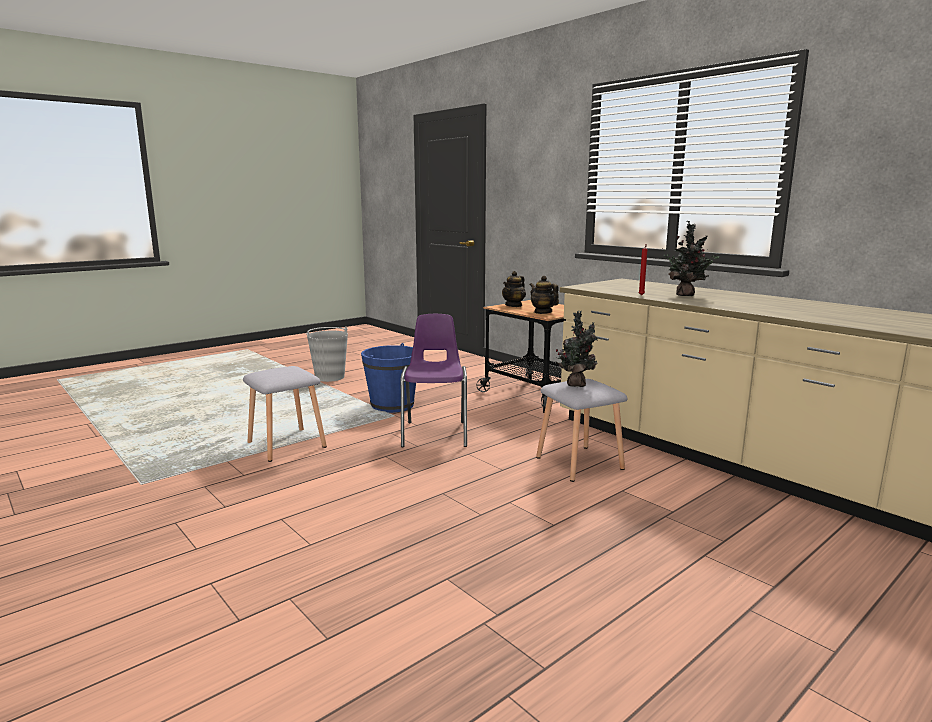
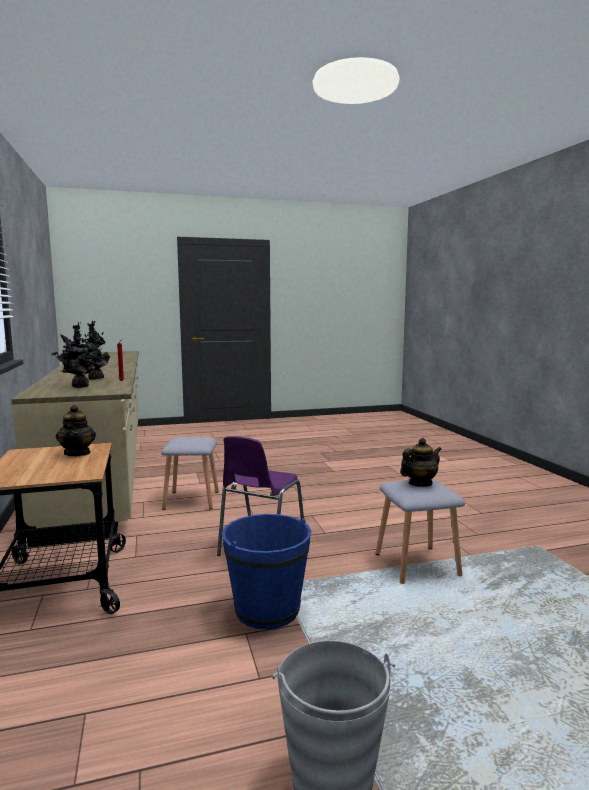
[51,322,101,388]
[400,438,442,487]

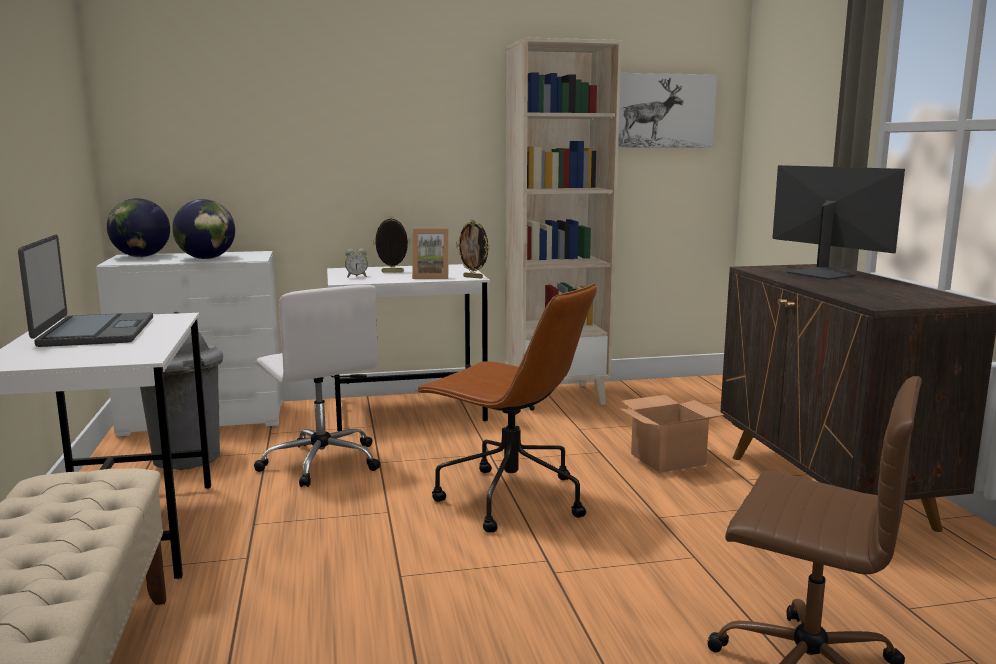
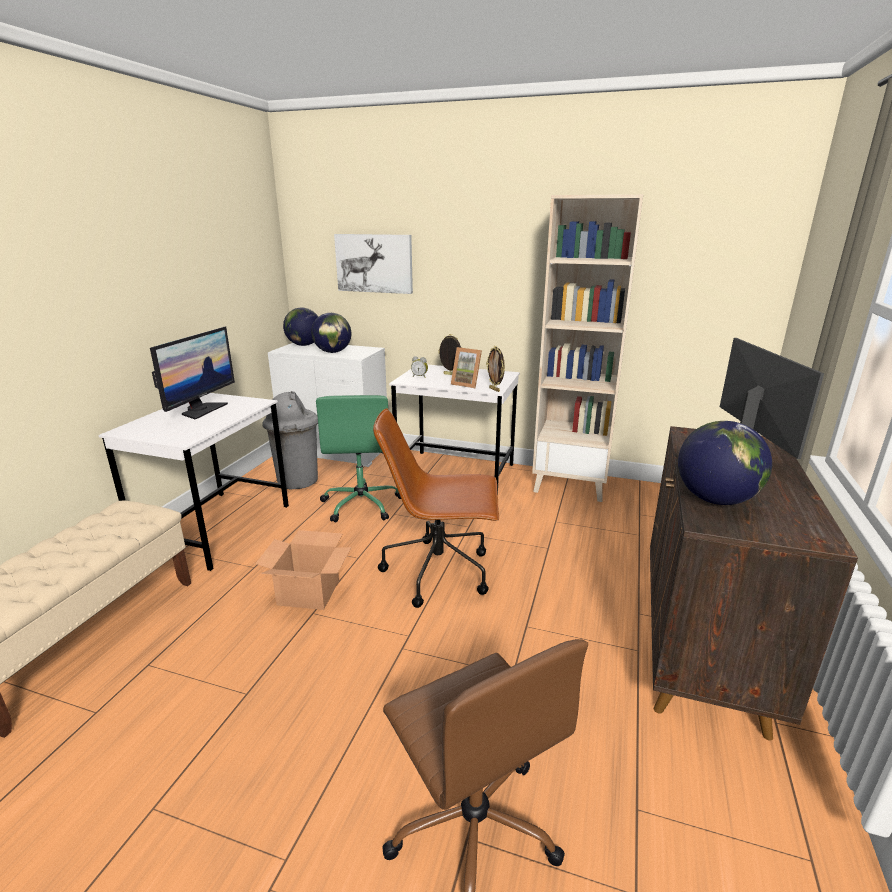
[150,327,235,420]
[255,530,351,610]
[316,395,401,522]
[334,234,413,294]
[373,408,499,608]
[678,421,772,505]

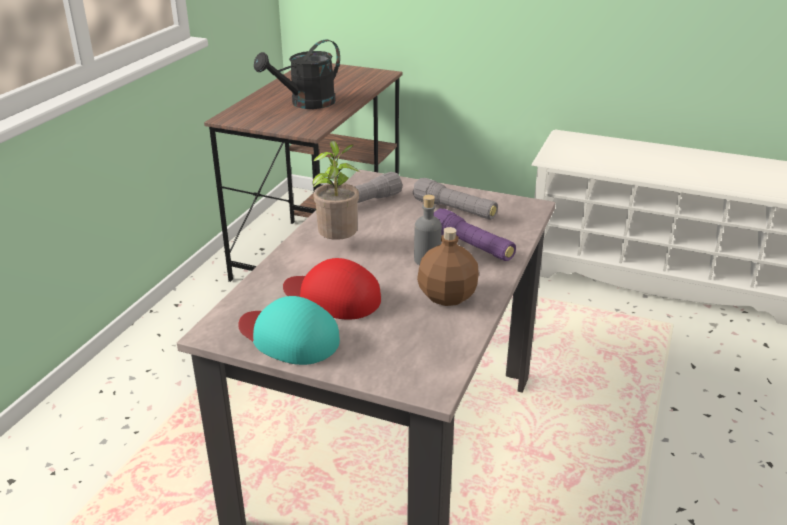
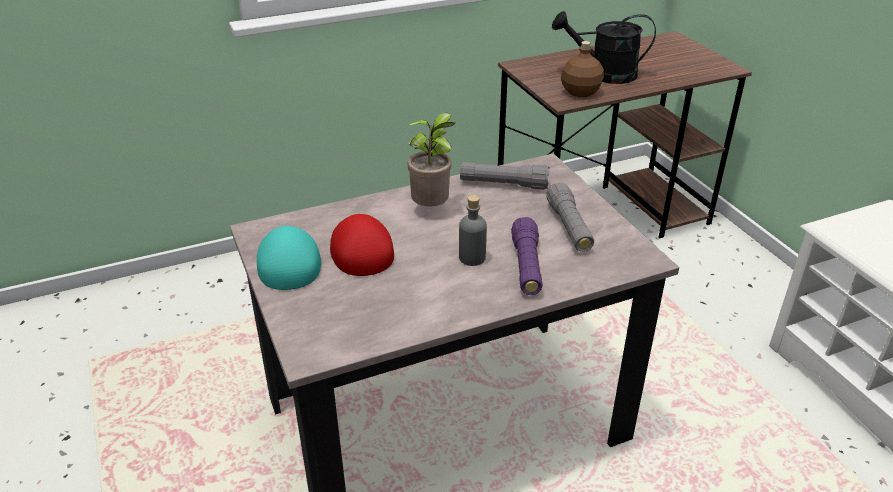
[561,41,604,97]

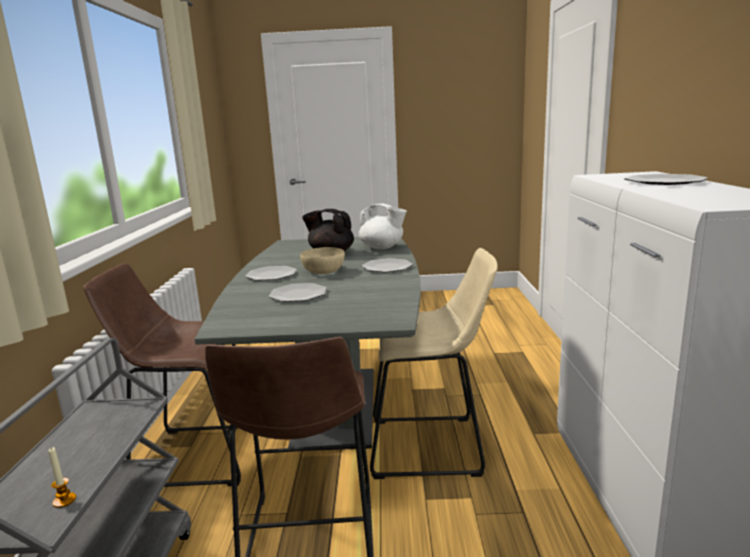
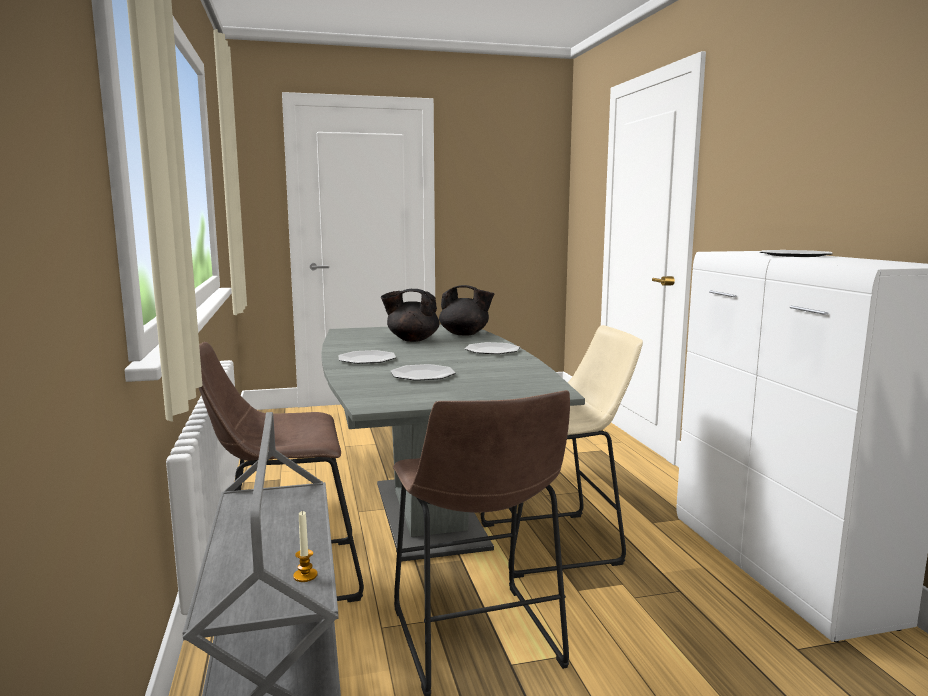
[439,285,495,336]
[300,247,345,274] (first image)

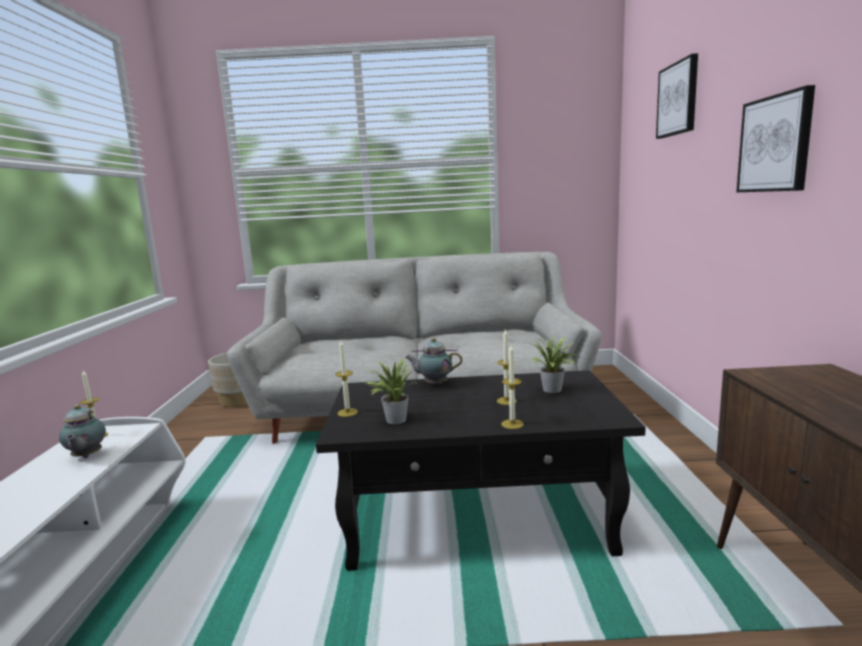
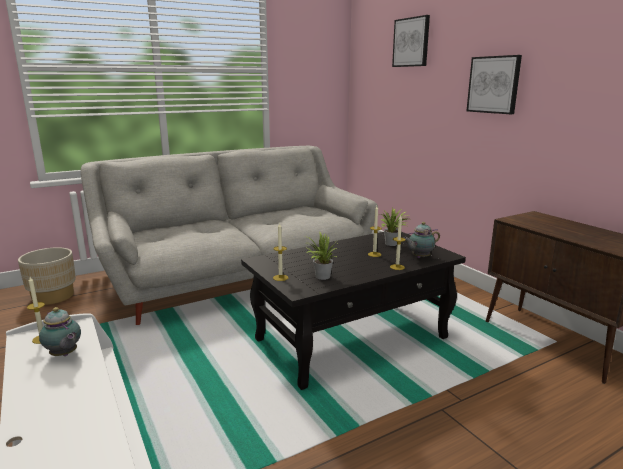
[403,222,440,258]

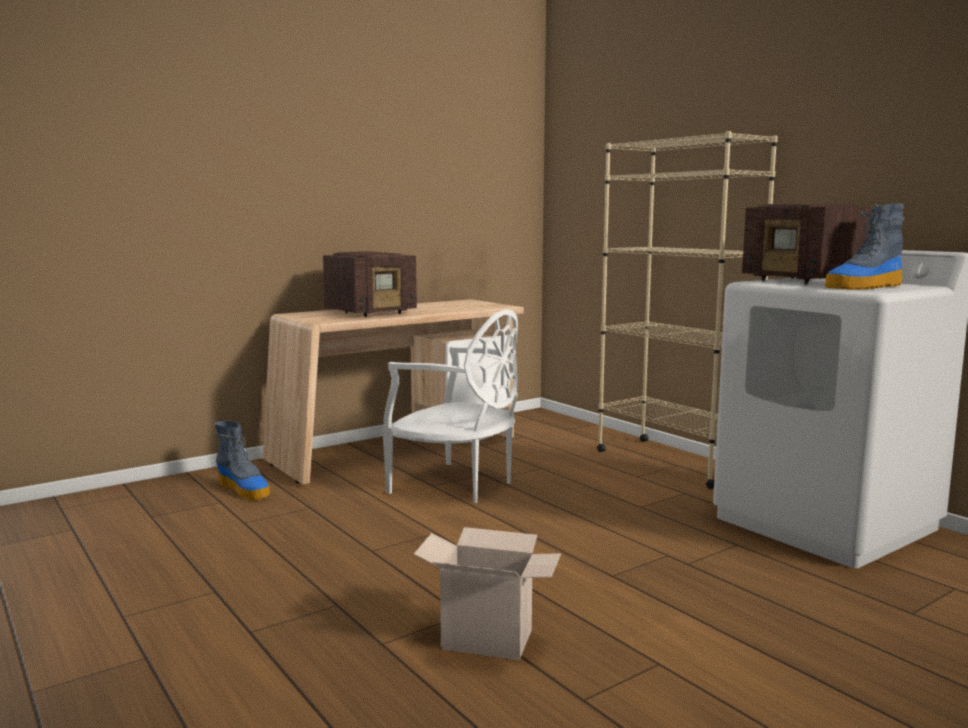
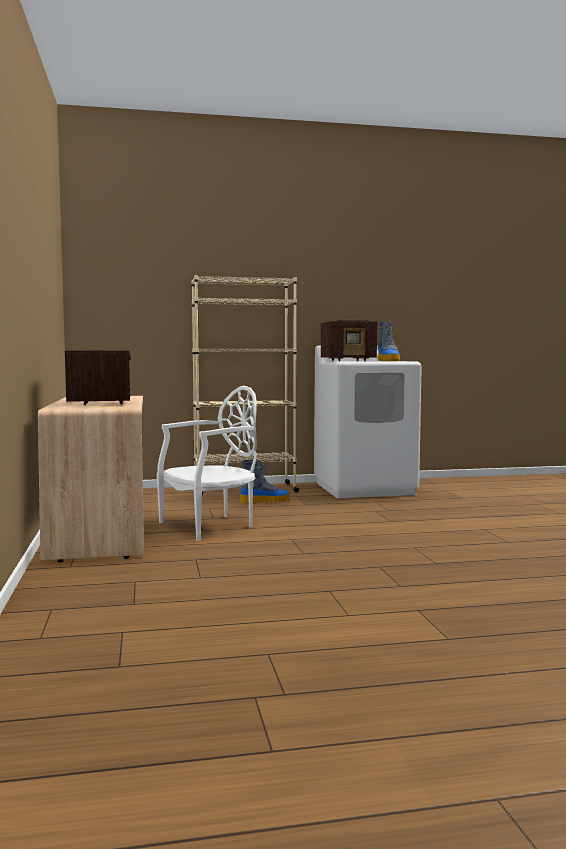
[240,459,290,504]
[414,527,561,660] (first image)

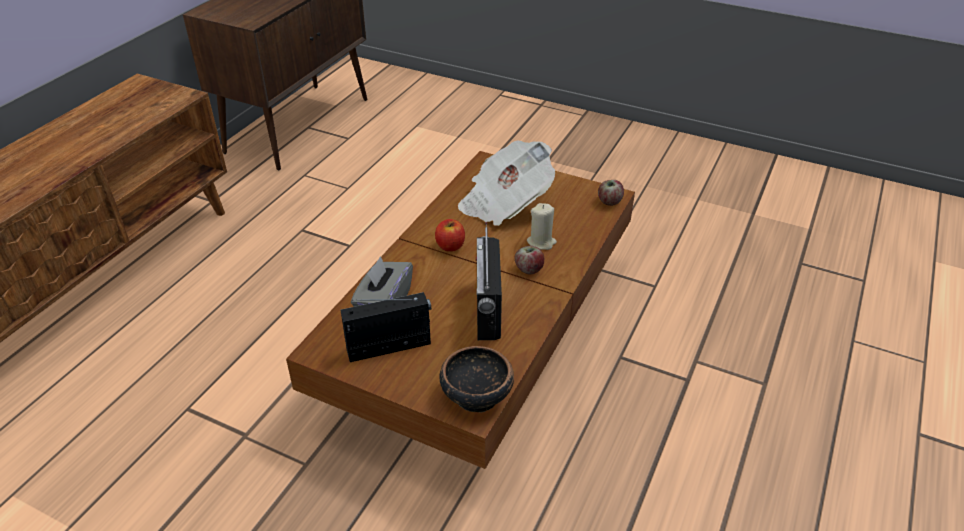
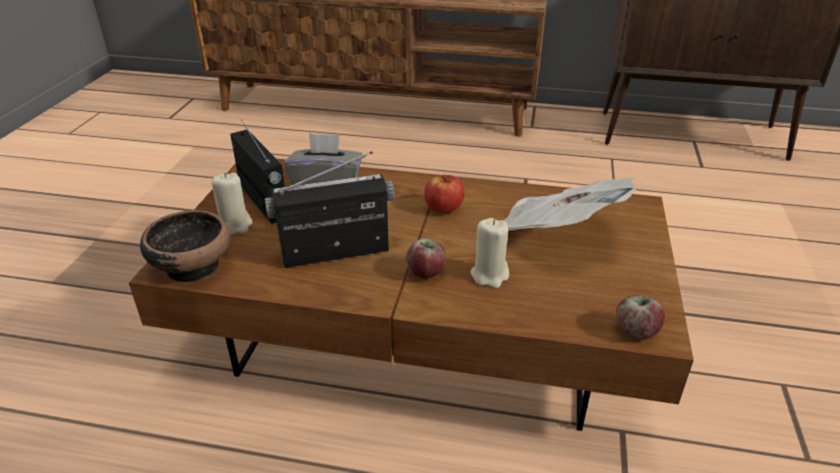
[211,172,252,235]

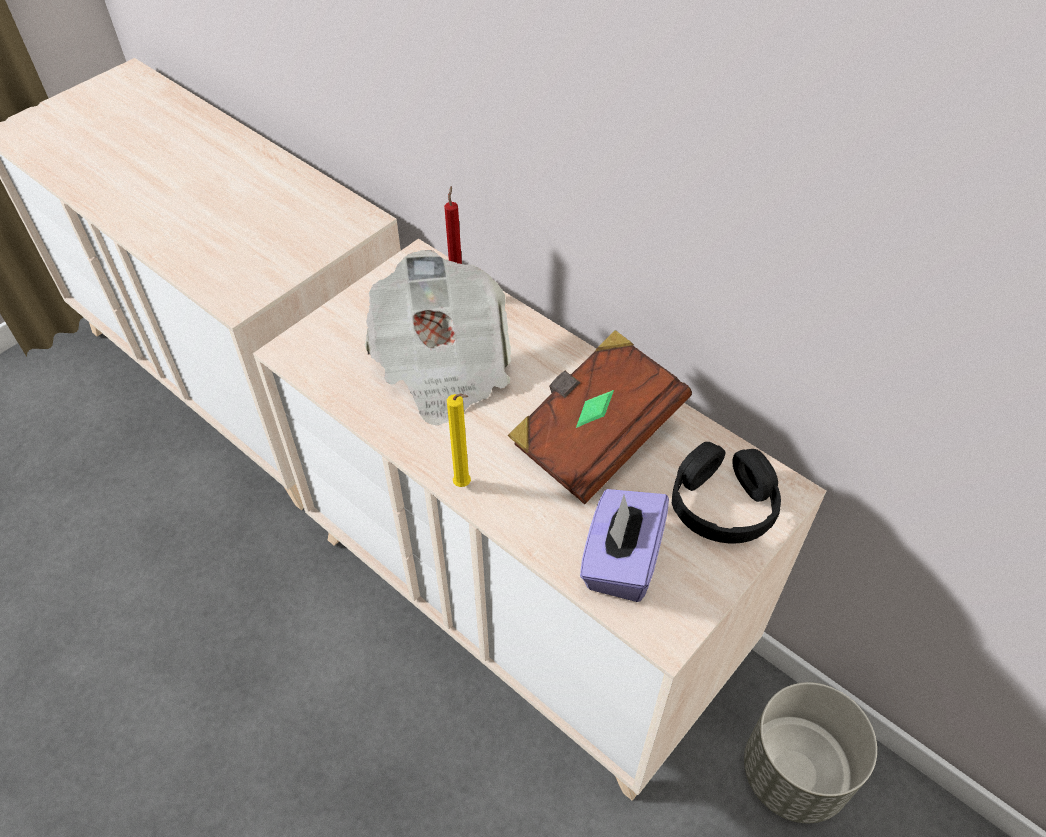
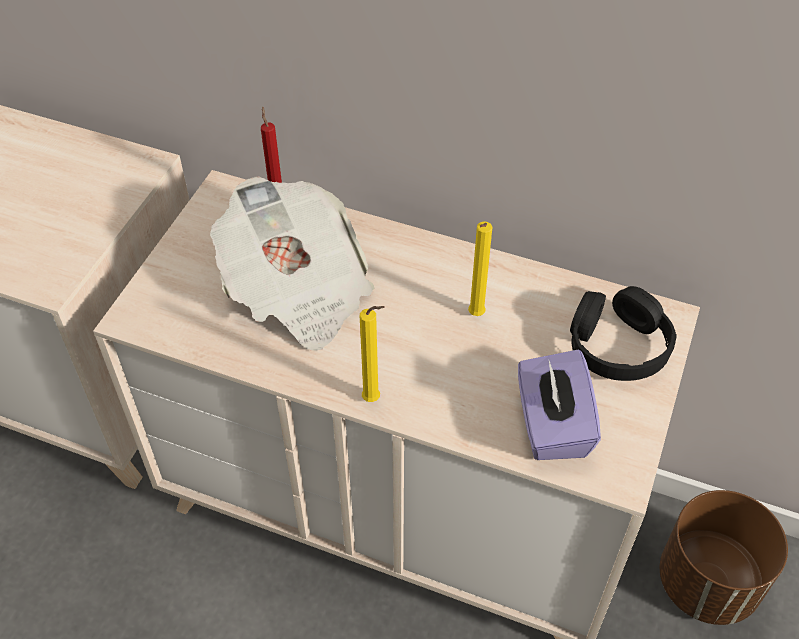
[468,222,492,316]
[660,490,788,625]

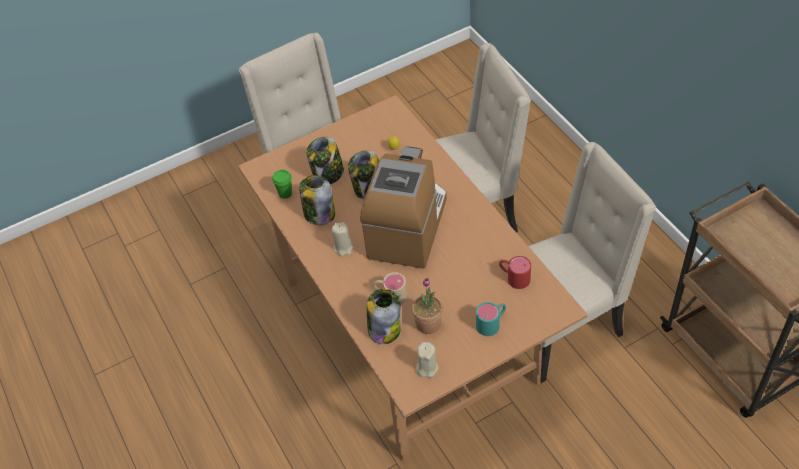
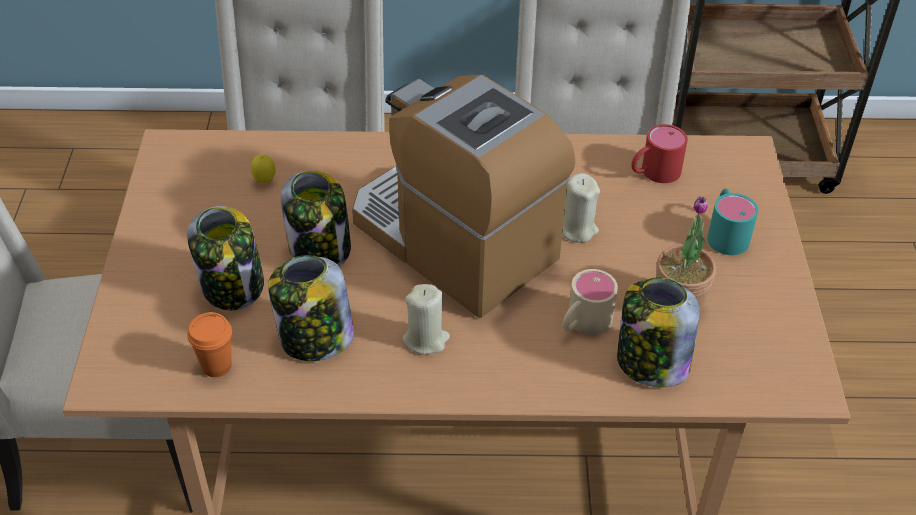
[187,312,232,377]
[562,173,600,243]

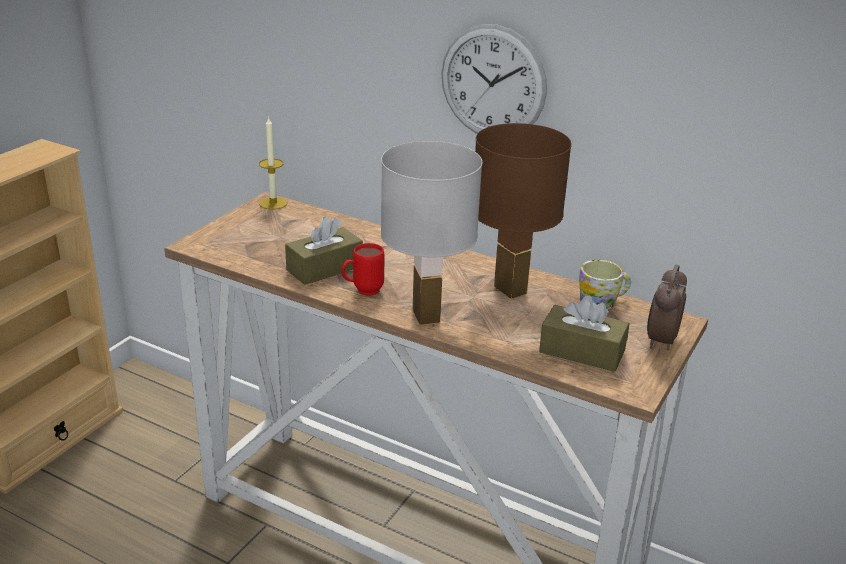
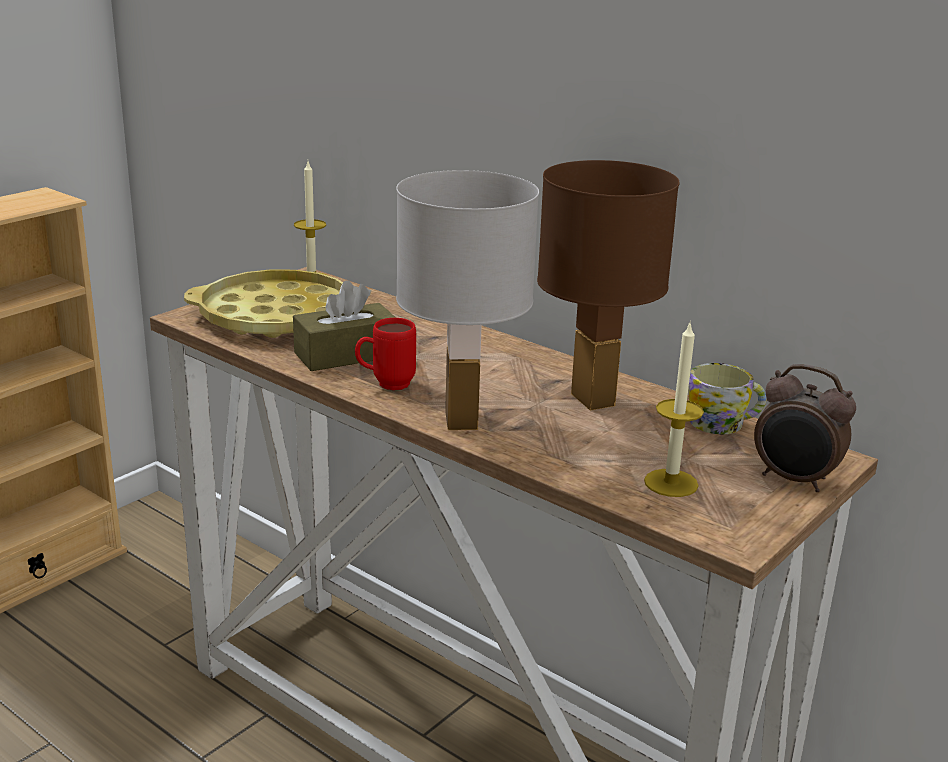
[184,269,343,338]
[644,321,704,497]
[754,364,856,492]
[441,24,547,134] (first image)

